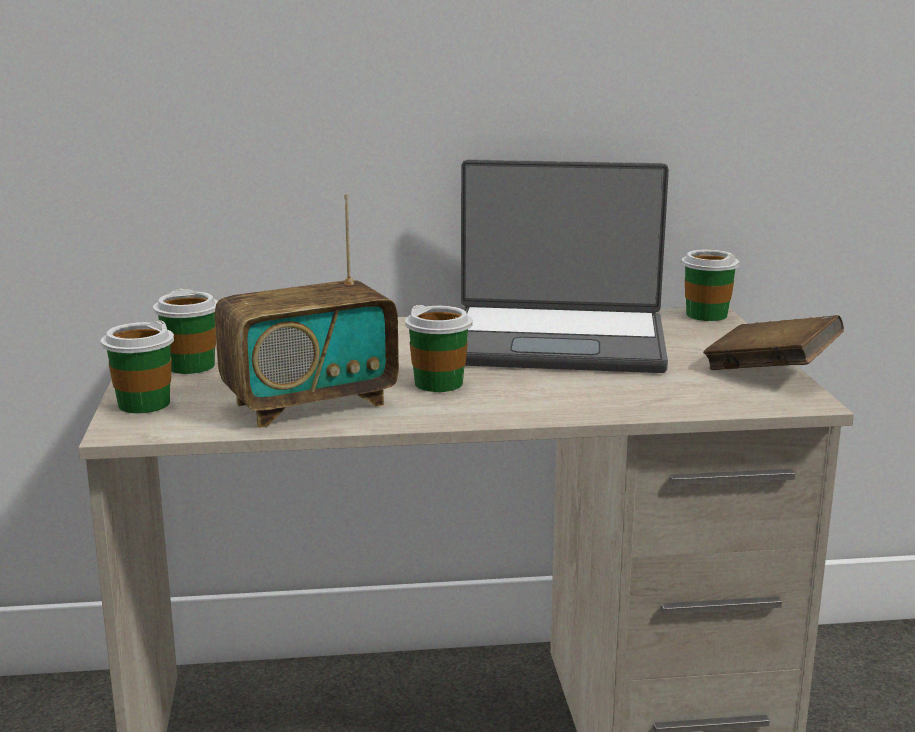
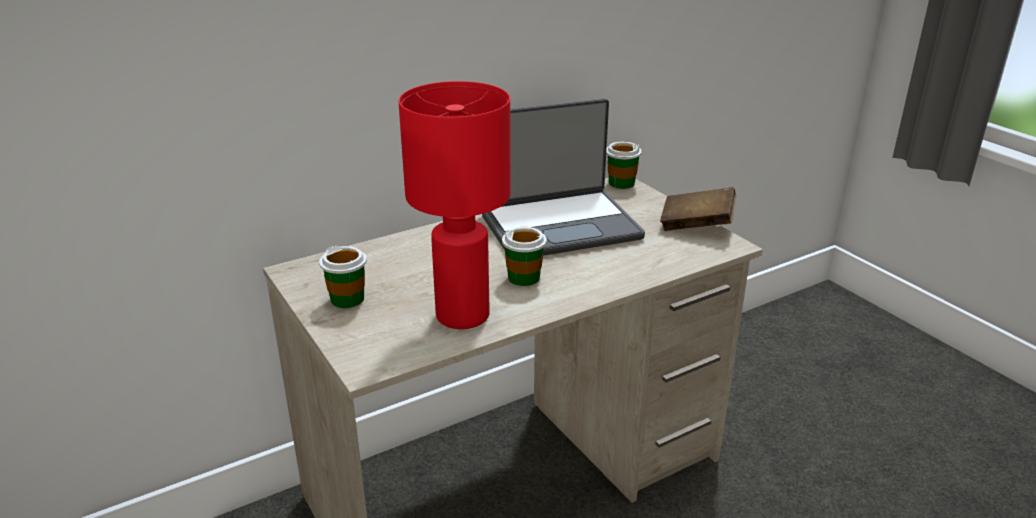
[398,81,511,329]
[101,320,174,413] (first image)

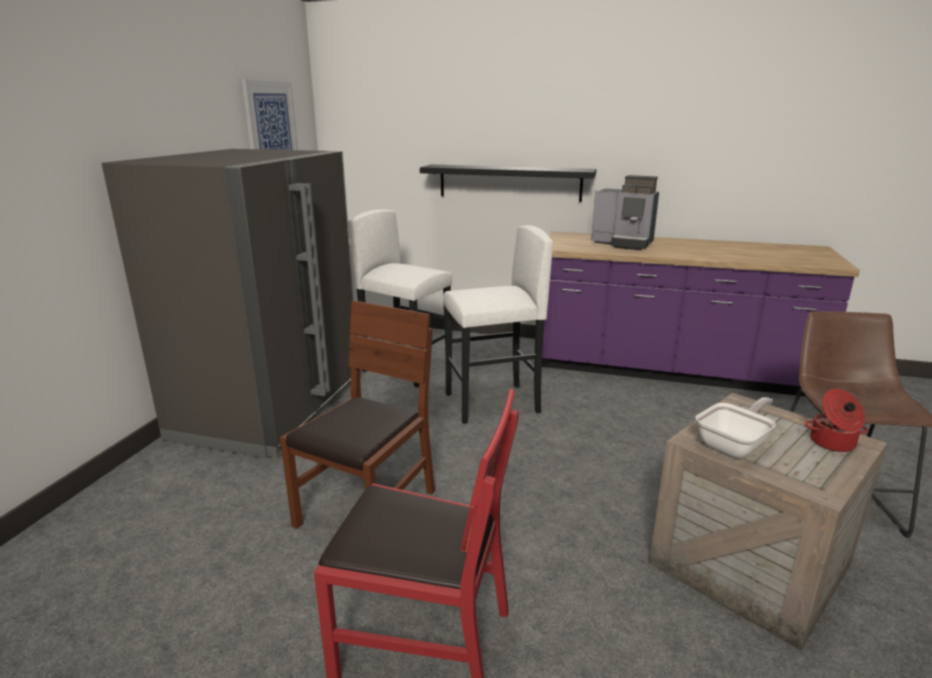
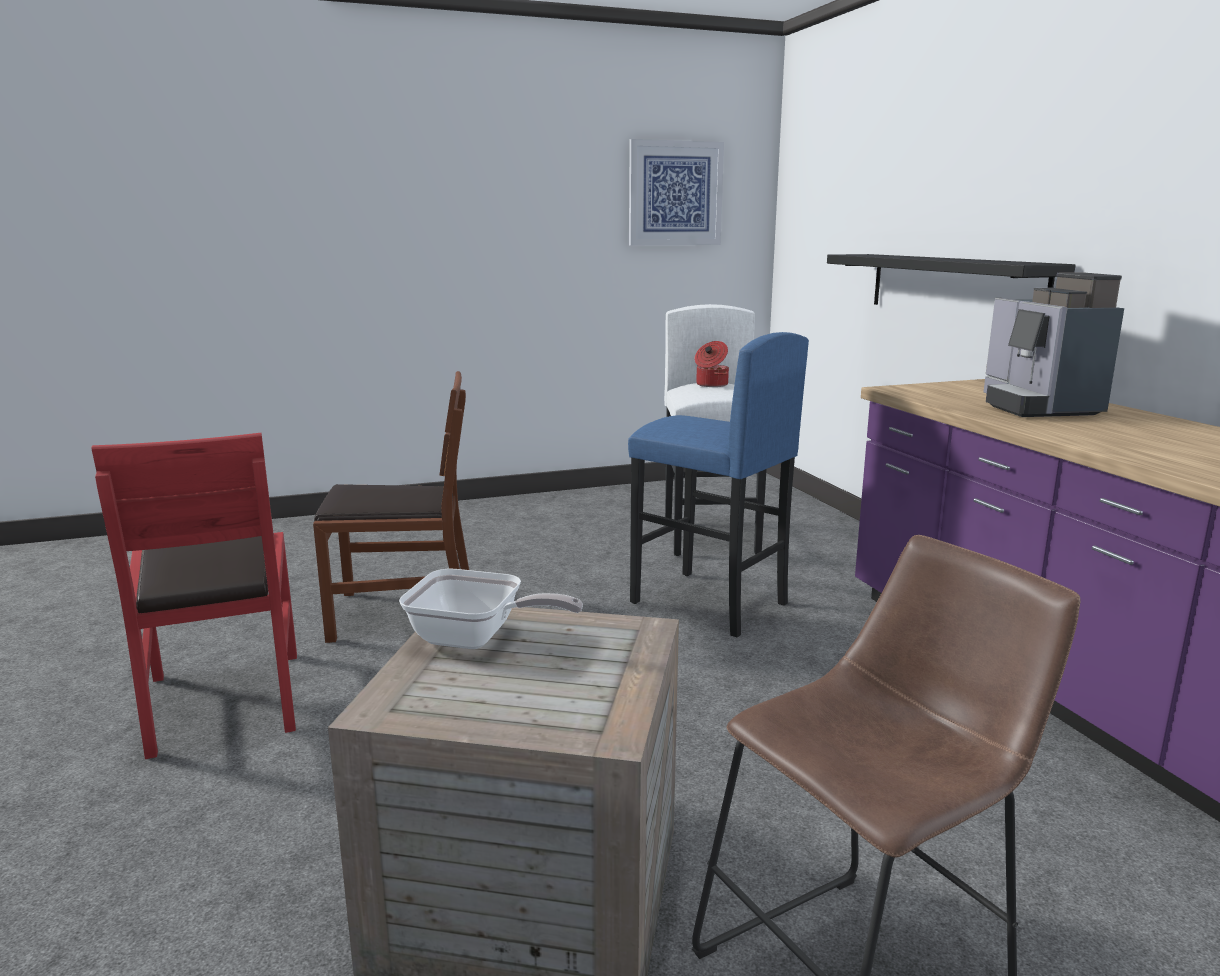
[628,332,809,637]
[695,341,729,387]
[102,149,354,458] (first image)

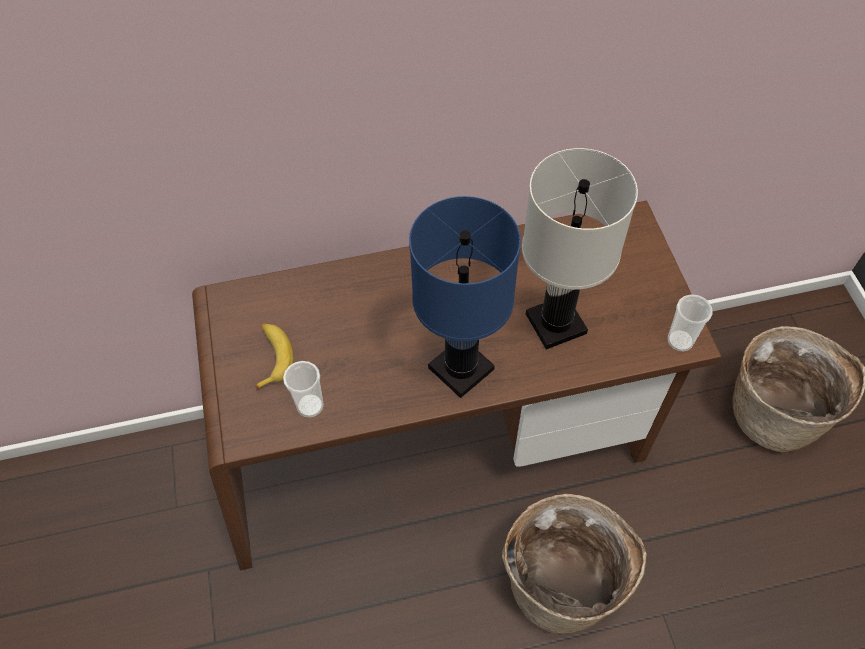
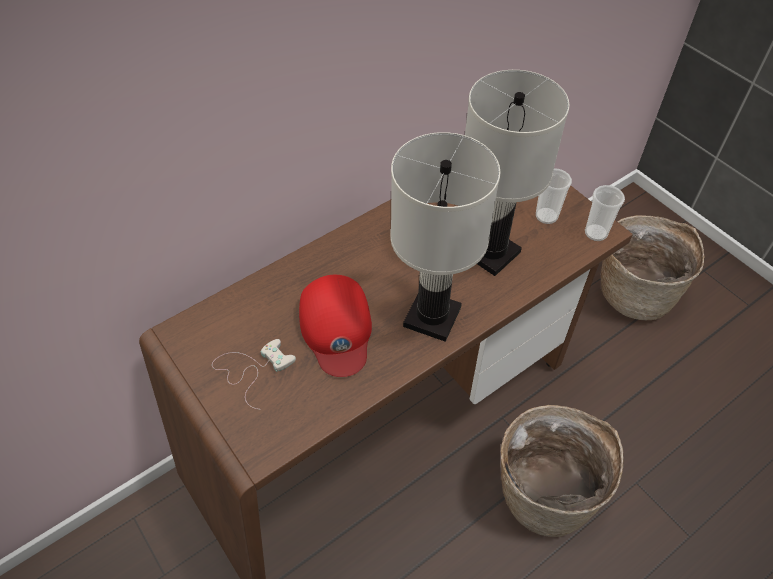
[212,339,296,410]
[299,275,372,377]
[390,132,500,342]
[536,168,572,224]

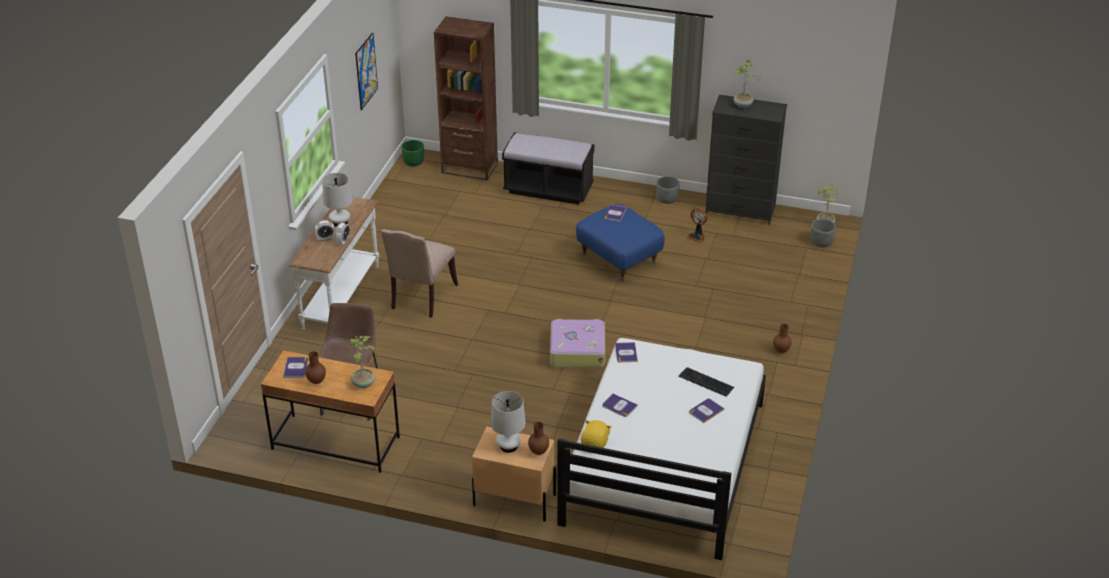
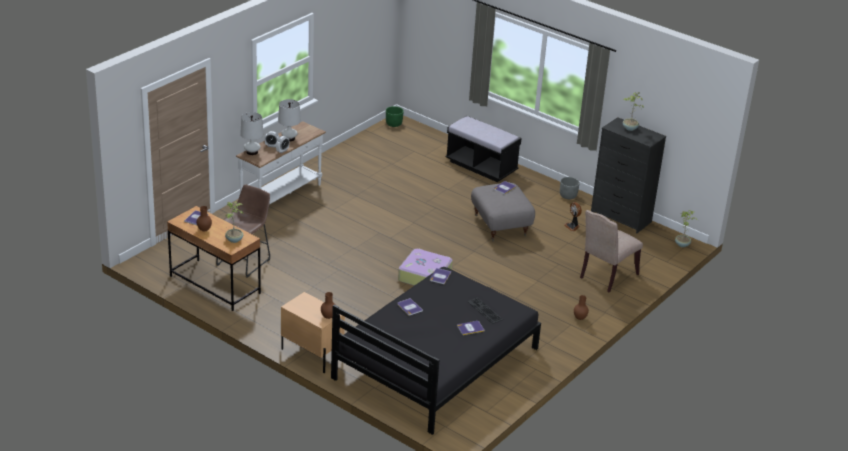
[240,112,263,155]
[331,267,541,435]
[471,183,535,241]
[580,210,643,292]
[355,33,378,110] (first image)
[434,17,498,181] (first image)
[581,420,611,448] (first image)
[811,219,836,248] (first image)

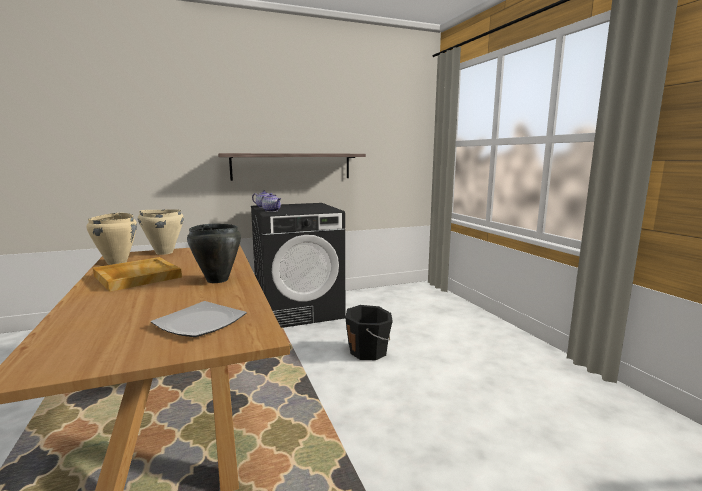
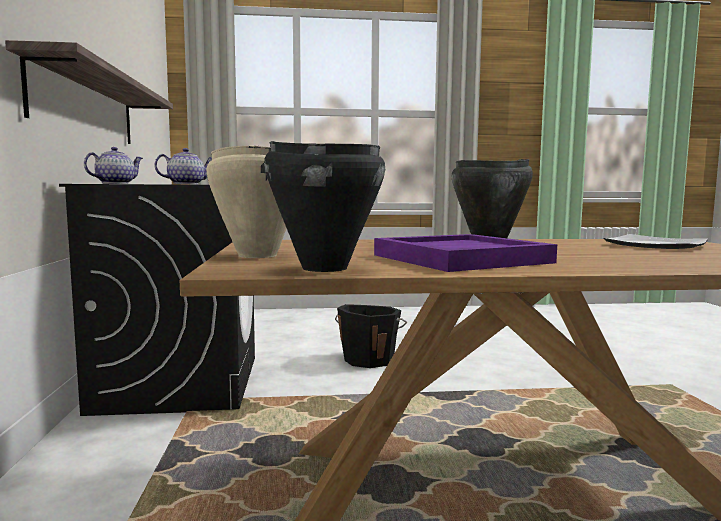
[264,141,385,272]
[374,234,557,272]

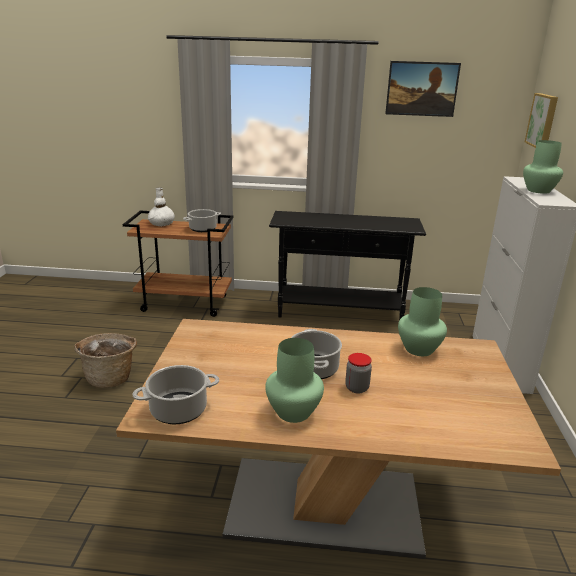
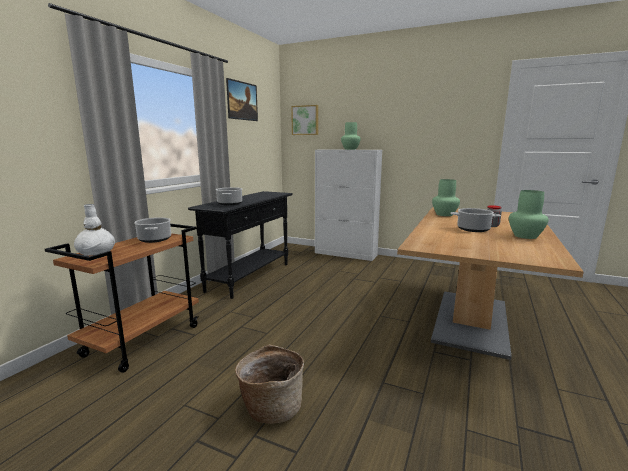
[216,187,242,205]

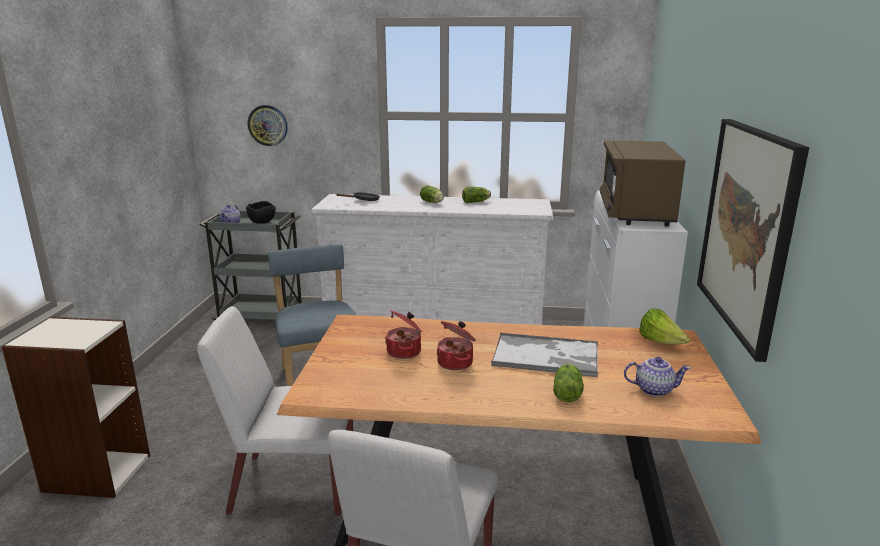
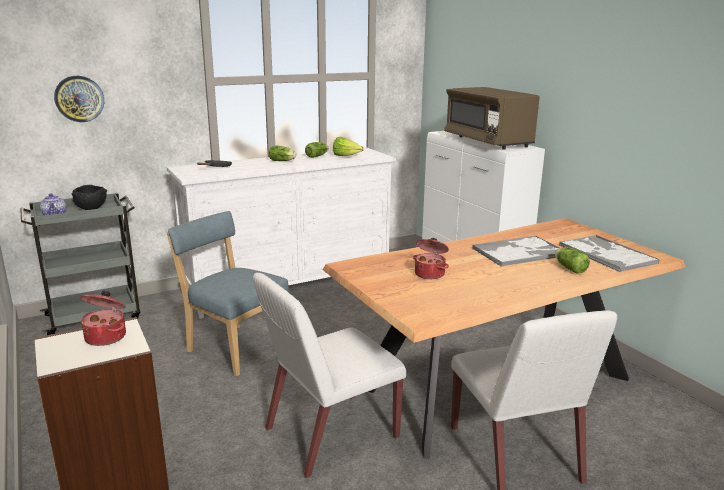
[80,291,126,346]
[333,137,364,156]
[559,235,660,272]
[697,119,809,362] (first image)

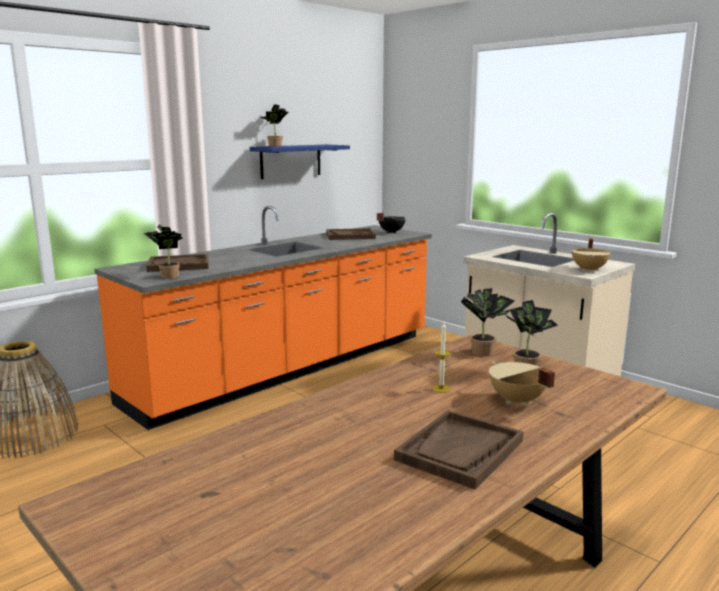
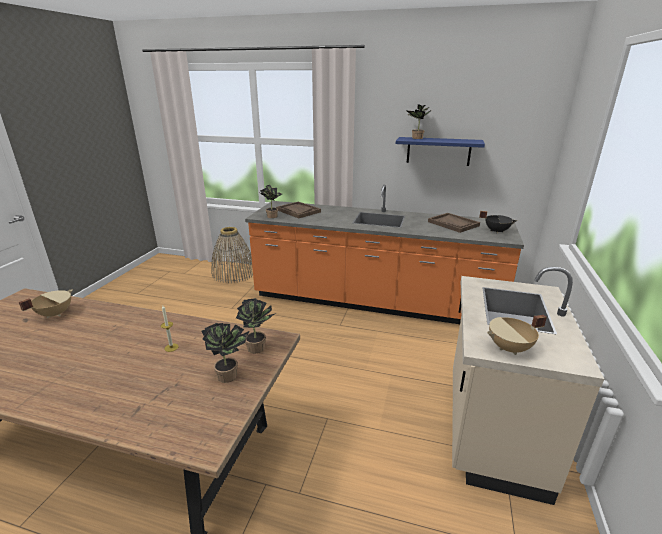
[19,289,73,318]
[394,410,524,490] (first image)

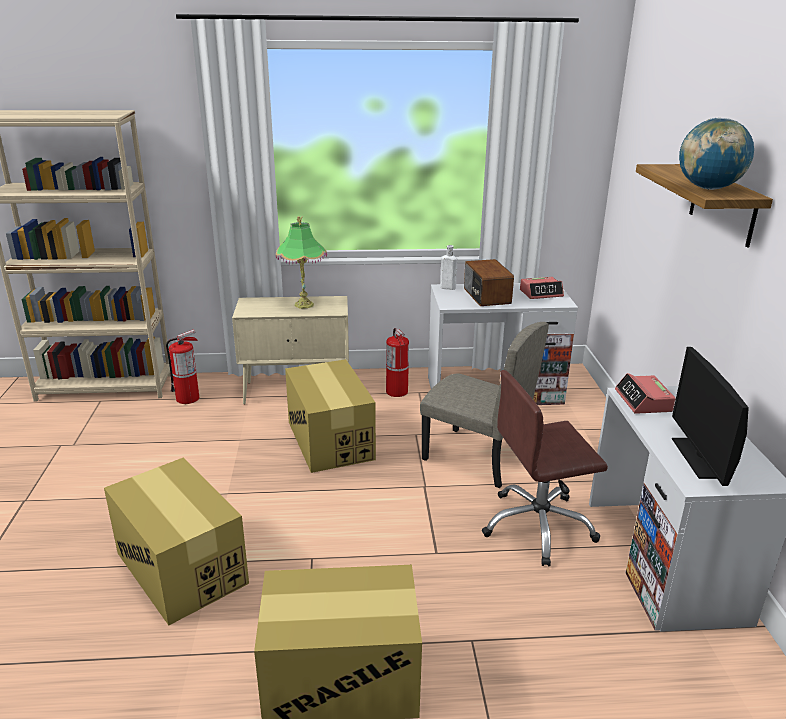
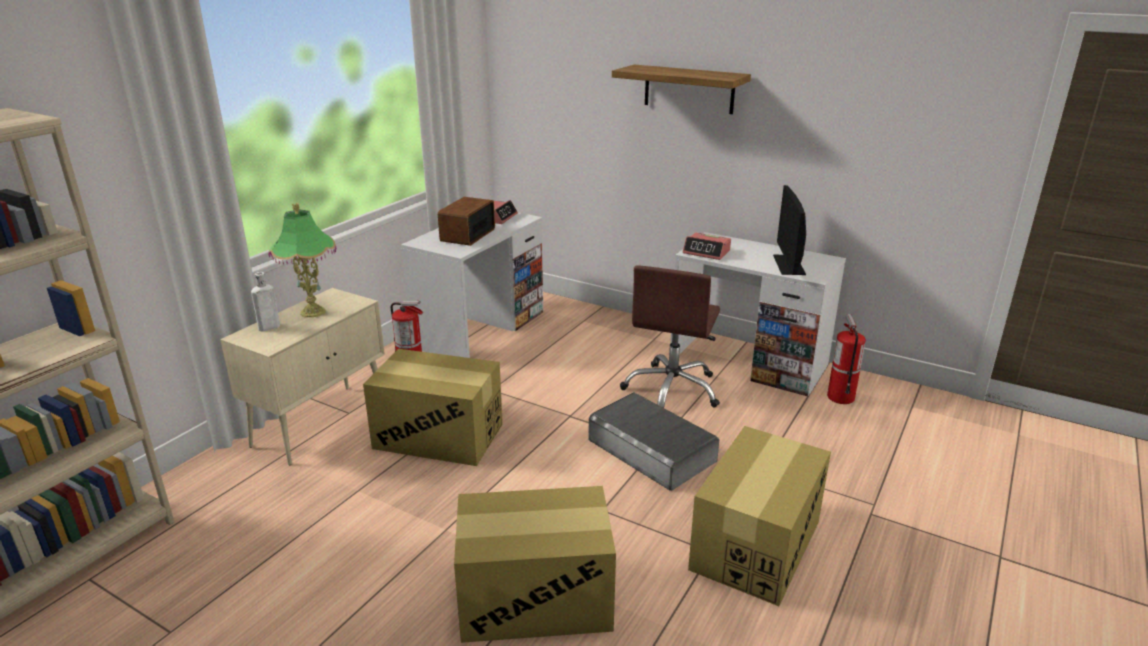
[251,272,280,332]
[438,197,495,246]
[589,392,719,491]
[773,185,806,275]
[827,314,866,404]
[420,322,549,488] (first image)
[679,118,754,190] (first image)

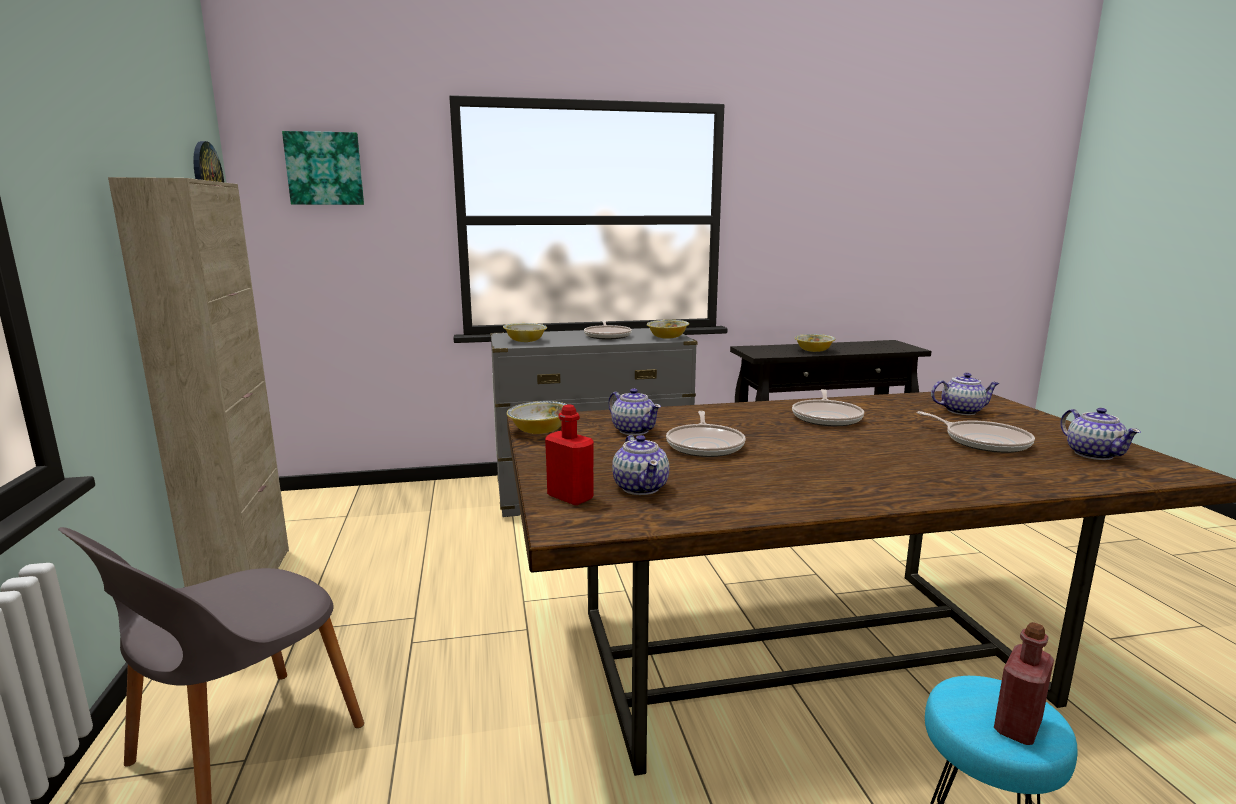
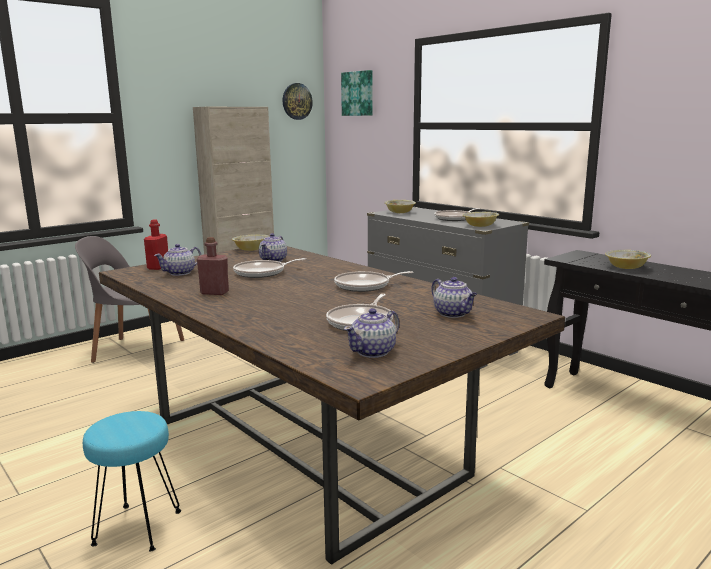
[197,237,229,295]

